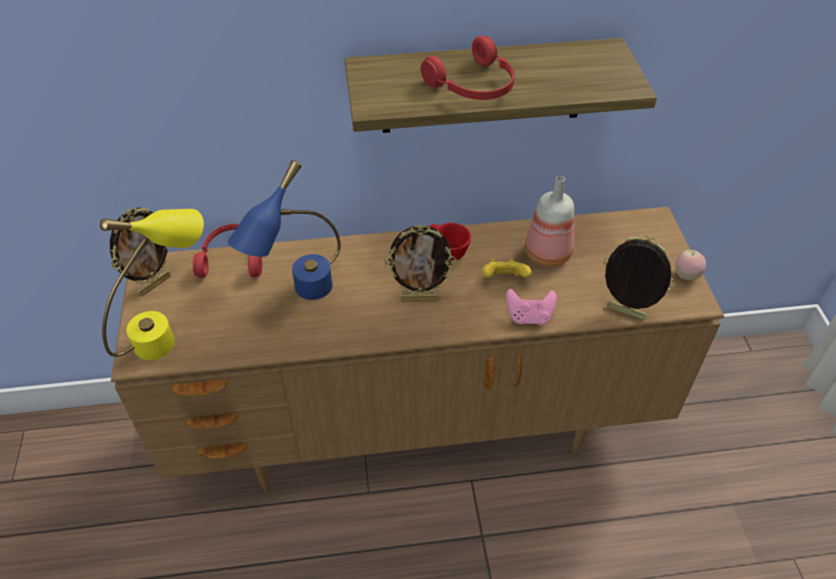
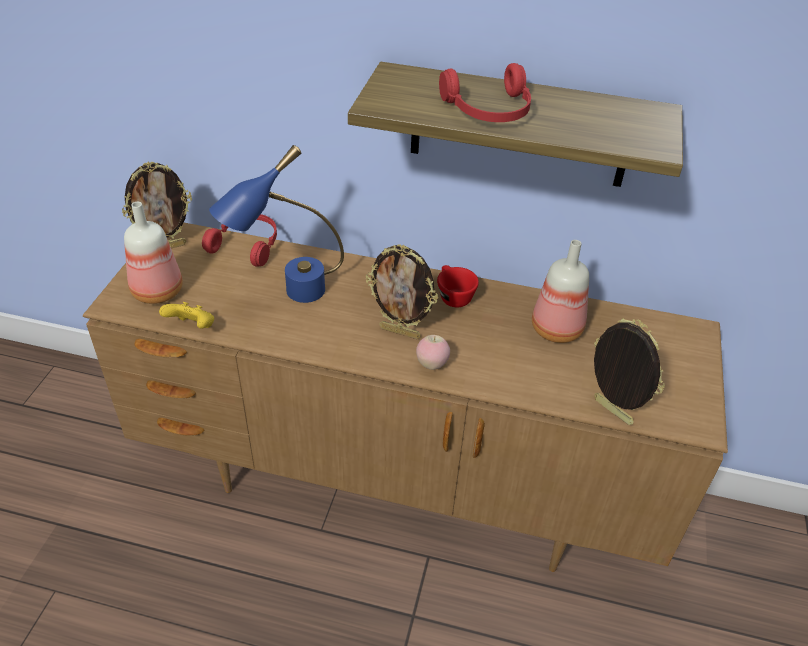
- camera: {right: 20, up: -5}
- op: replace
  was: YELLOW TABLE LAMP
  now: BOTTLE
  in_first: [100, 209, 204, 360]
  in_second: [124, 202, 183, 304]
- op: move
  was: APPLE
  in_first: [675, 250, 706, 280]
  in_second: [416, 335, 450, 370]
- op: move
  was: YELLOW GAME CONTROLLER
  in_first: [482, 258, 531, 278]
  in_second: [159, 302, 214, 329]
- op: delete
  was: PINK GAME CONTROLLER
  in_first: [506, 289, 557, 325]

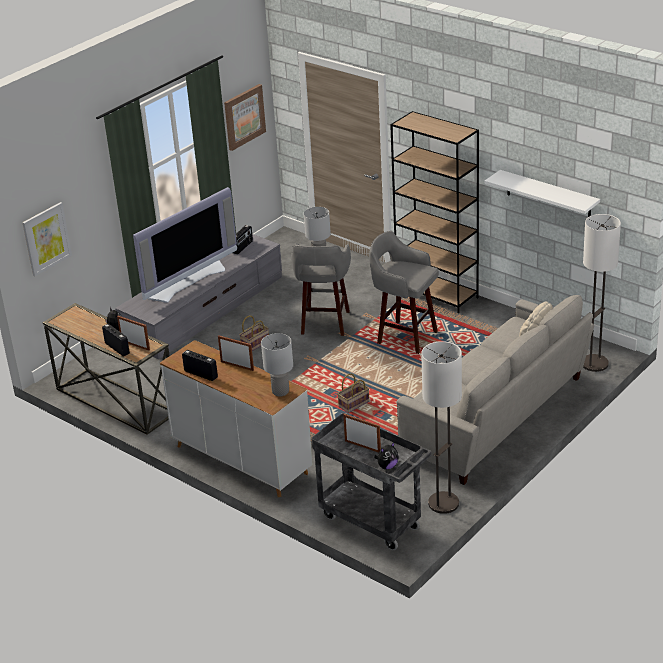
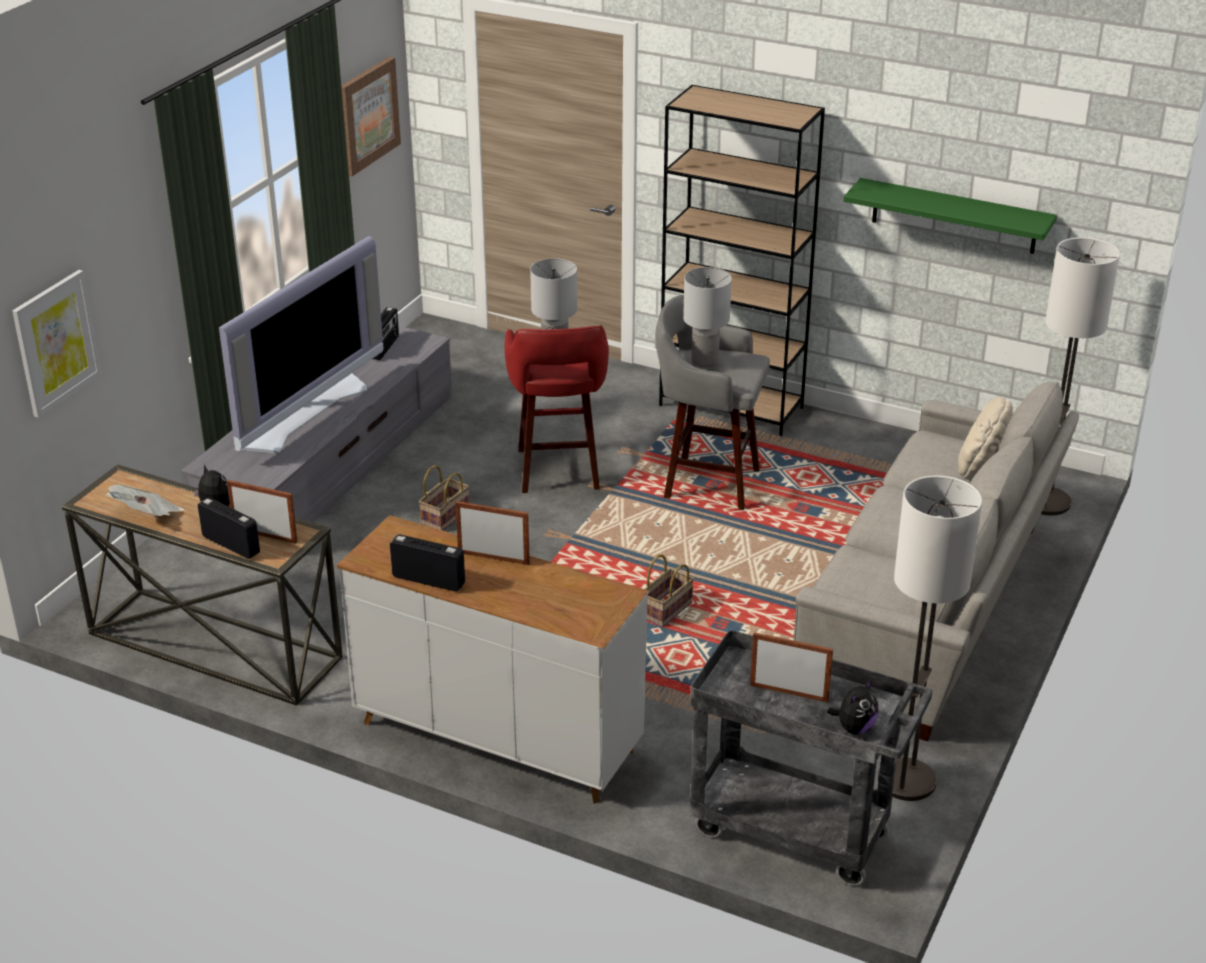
- camera: {right: -15, up: 0}
- op: recolor
  was: WHITE SHELF
  now: GREEN SHELF
  in_first: [484, 170, 600, 217]
  in_second: [843, 178, 1057, 254]
- op: recolor
  was: GREY STOOL
  now: RED STOOL
  in_first: [291, 243, 351, 336]
  in_second: [504, 325, 609, 493]
- op: move
  was: GREY TABLE LAMP
  in_first: [261, 333, 293, 396]
  in_second: [683, 267, 732, 368]
- op: insert
  now: NEWSPAPER
  in_second: [106, 484, 184, 516]

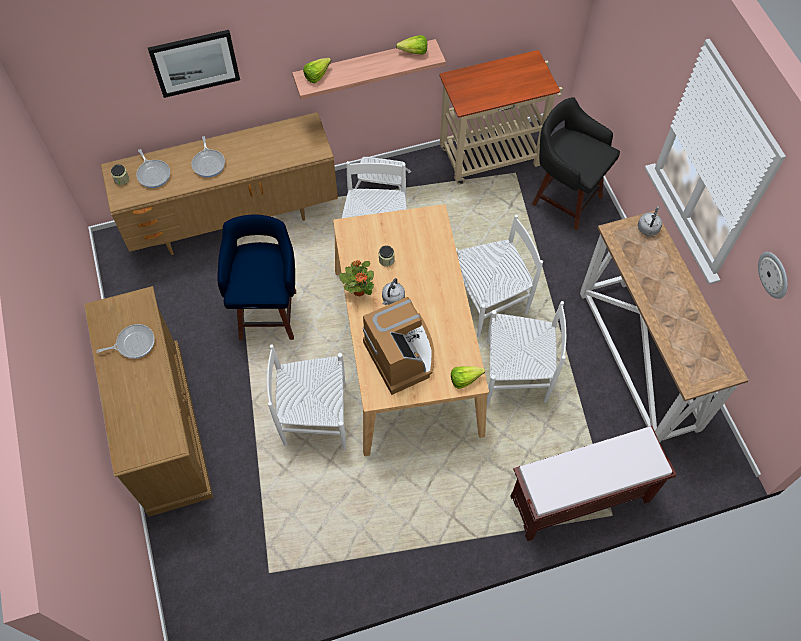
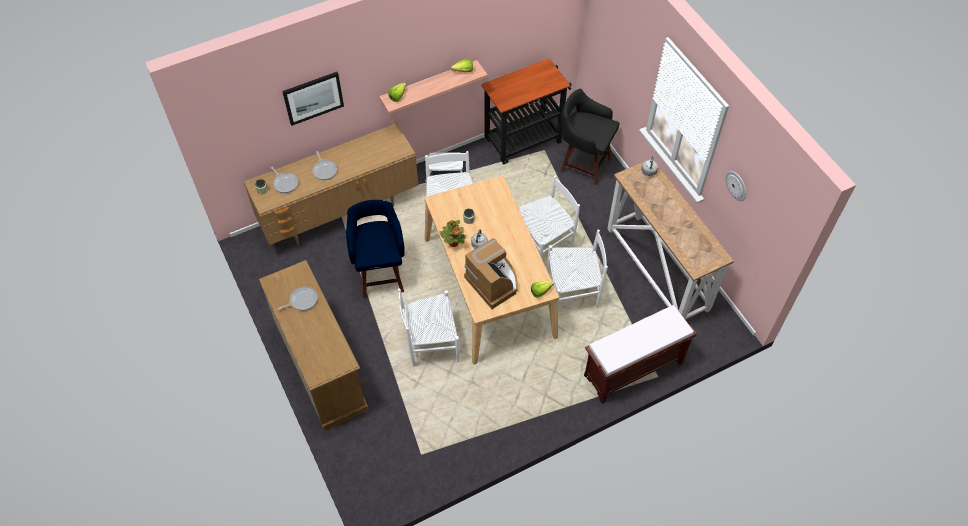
- camera: {right: -10, up: -5}
- op: recolor
  was: BEIGE CART
  now: BLACK CART
  in_first: [439, 50, 563, 185]
  in_second: [481, 59, 572, 164]

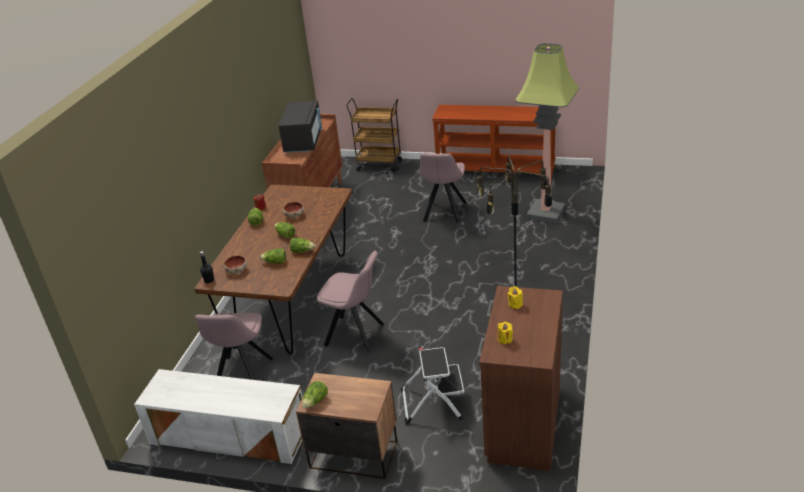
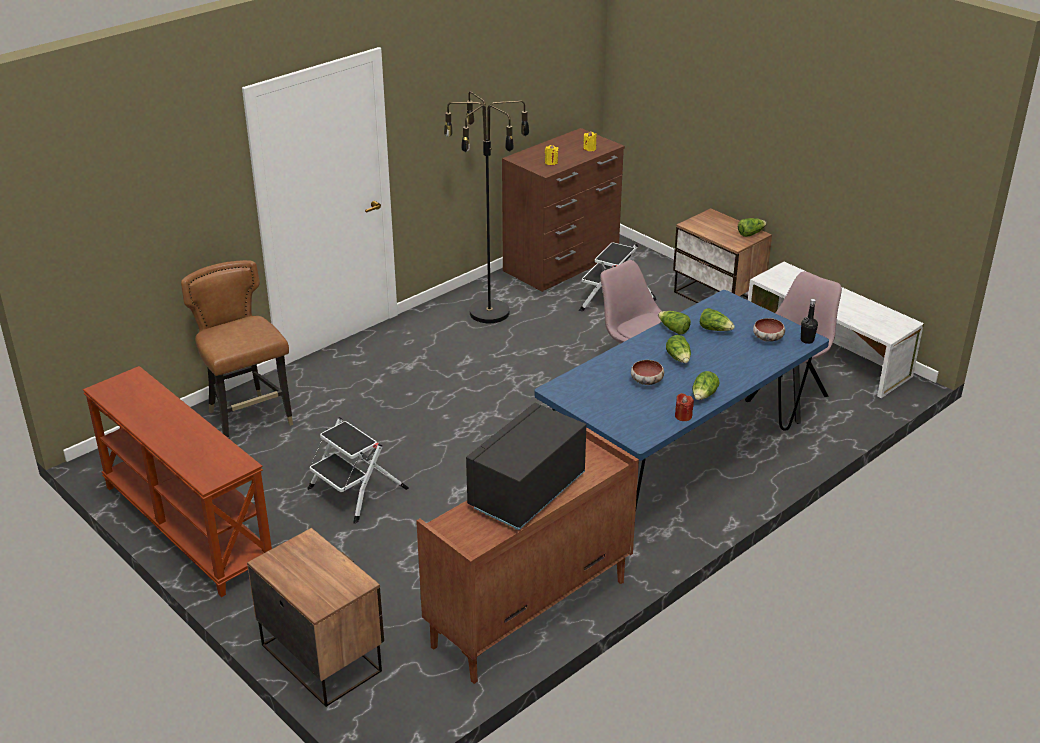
- camera: {right: -150, up: 0}
- op: replace
  was: FLOOR LAMP
  now: BROWN CHAIR
  in_first: [515, 43, 580, 223]
  in_second: [181, 260, 293, 438]
- op: replace
  was: BROWN CART
  now: NIGHTSTAND
  in_first: [347, 98, 402, 173]
  in_second: [247, 528, 384, 707]
- op: replace
  was: PINK CHAIR
  now: STEP LADDER
  in_first: [419, 153, 467, 223]
  in_second: [307, 417, 409, 524]
- op: recolor
  was: BROWN DINING TABLE
  now: BLUE DINING TABLE
  in_first: [194, 185, 352, 355]
  in_second: [535, 290, 829, 508]

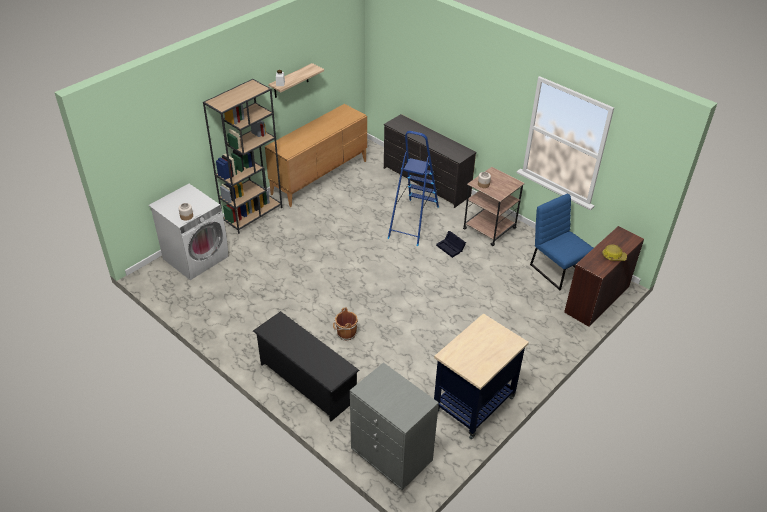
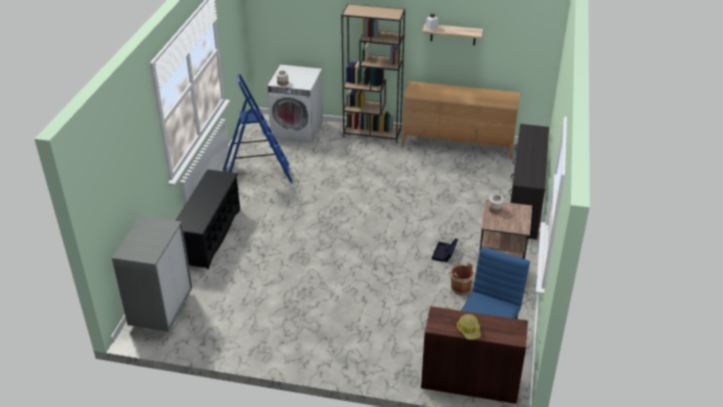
- camera: {right: 60, up: -5}
- op: move
  was: BLUE STEP LADDER
  in_first: [388, 131, 439, 246]
  in_second: [222, 74, 293, 183]
- op: move
  was: BROWN BUCKET
  in_first: [333, 308, 358, 340]
  in_second: [448, 262, 474, 295]
- op: delete
  was: BLUE CART
  in_first: [434, 313, 529, 439]

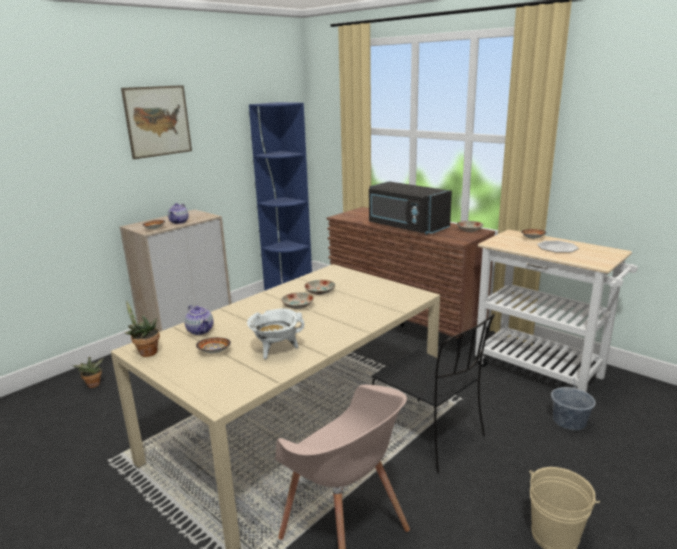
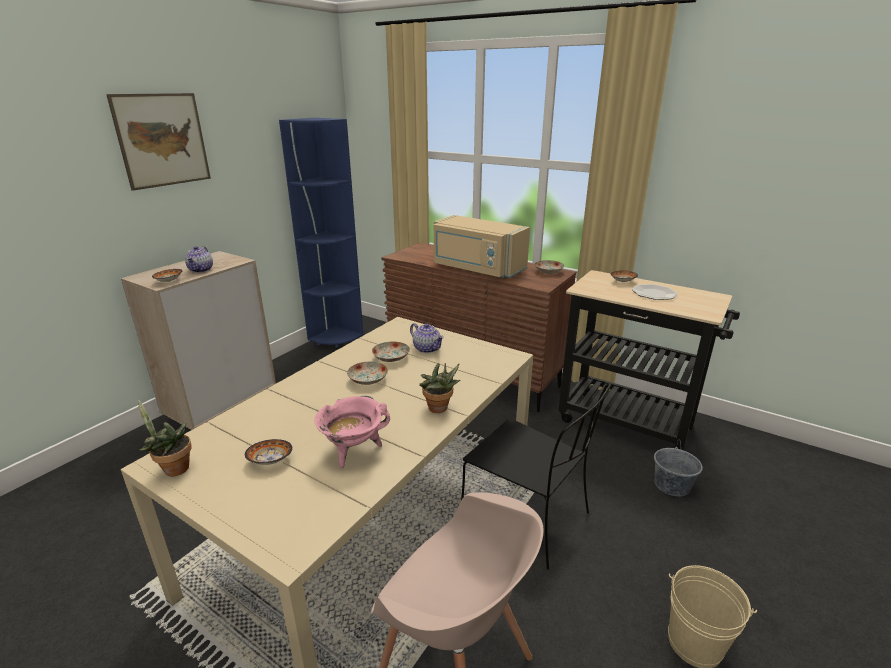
- camera: {right: -10, up: 5}
- op: recolor
  was: BLACK MICROWAVE
  now: BEIGE MICROWAVE
  in_first: [369, 181, 452, 234]
  in_second: [434, 215, 530, 278]
- op: recolor
  was: WHITE CART
  now: BLACK CART
  in_first: [475, 230, 638, 392]
  in_second: [558, 270, 740, 450]
- op: move
  was: TEAPOT
  in_first: [184, 305, 214, 335]
  in_second: [410, 323, 444, 353]
- op: recolor
  was: WHITE COOKING POT
  now: PINK COOKING POT
  in_first: [247, 308, 304, 359]
  in_second: [315, 396, 390, 468]
- op: move
  was: POTTED PLANT
  in_first: [74, 357, 104, 388]
  in_second: [419, 363, 460, 413]

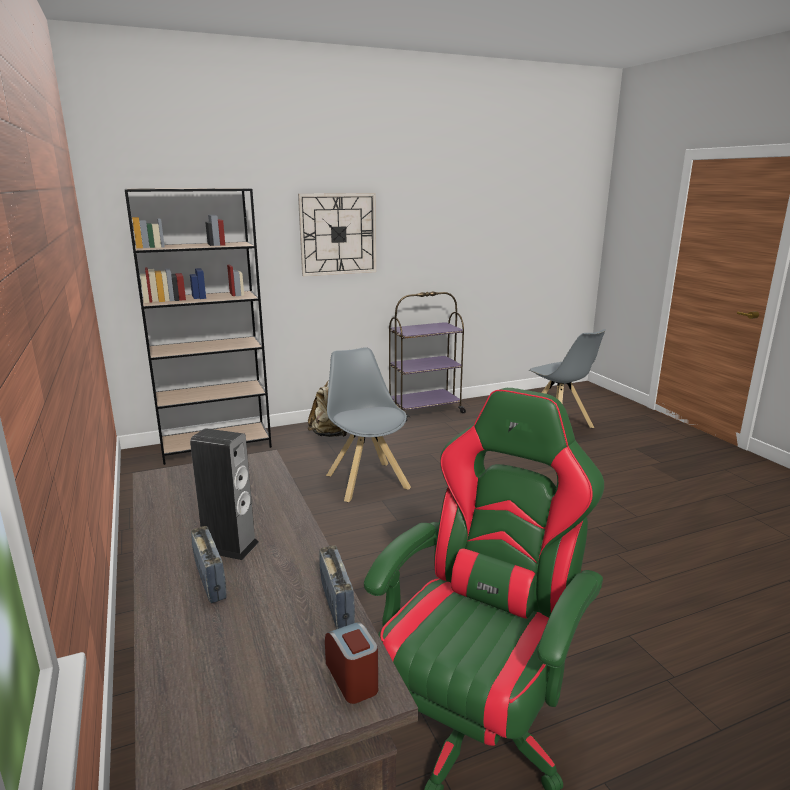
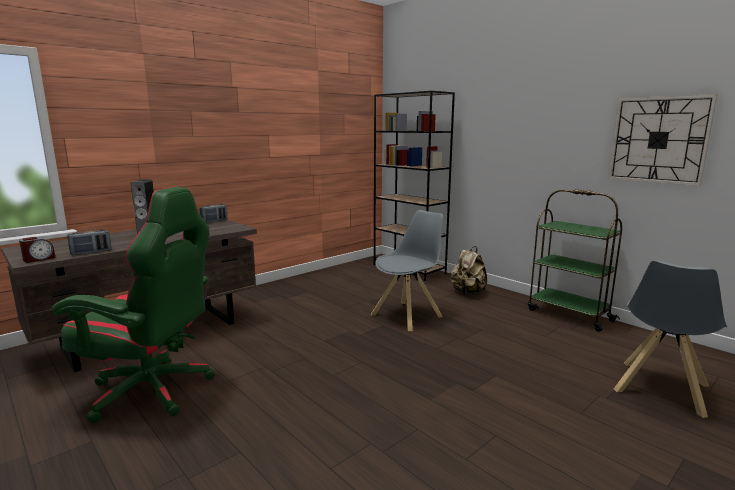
- camera: {right: 70, up: -5}
- op: move
  was: WALL CLOCK
  in_first: [298, 193, 376, 276]
  in_second: [608, 94, 718, 186]
- op: recolor
  was: PURPLE CART
  now: GREEN CART
  in_first: [389, 291, 466, 422]
  in_second: [528, 189, 622, 332]
- op: move
  was: RADIO
  in_first: [191, 526, 227, 603]
  in_second: [200, 203, 227, 223]

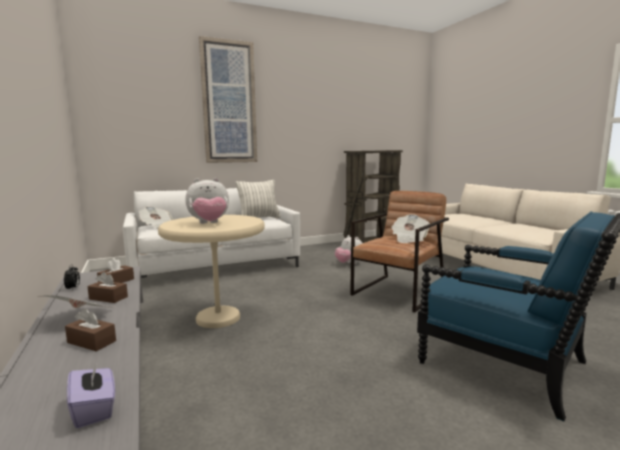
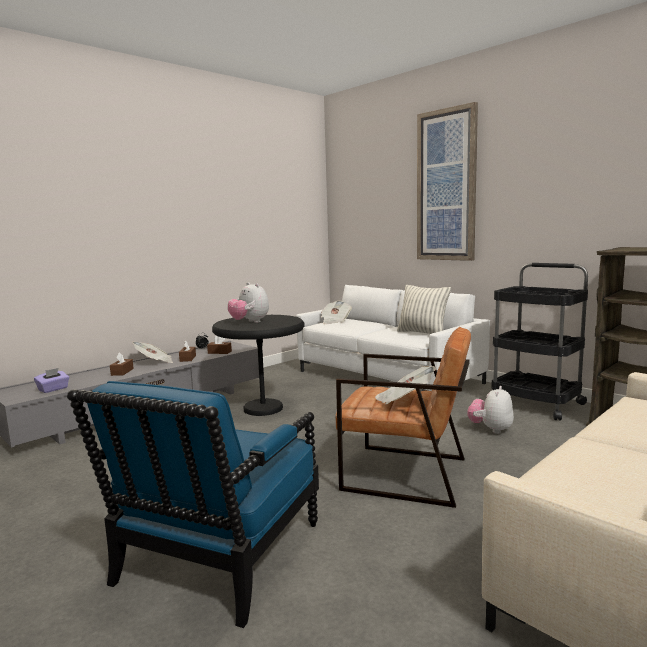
- camera: {right: 70, up: 0}
- op: recolor
  was: BEIGE SIDE TABLE
  now: BLACK SIDE TABLE
  in_first: [158, 215, 265, 328]
  in_second: [212, 315, 305, 416]
- op: insert
  now: BLACK CART
  in_second: [491, 263, 588, 420]

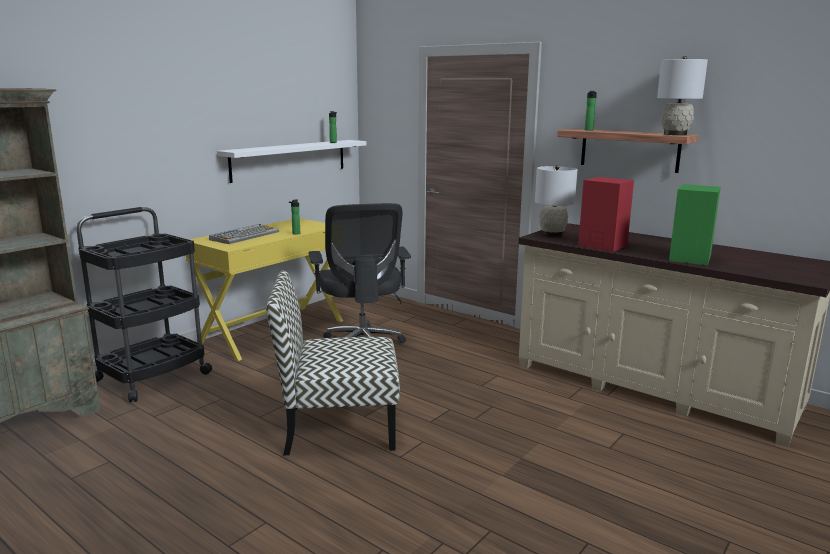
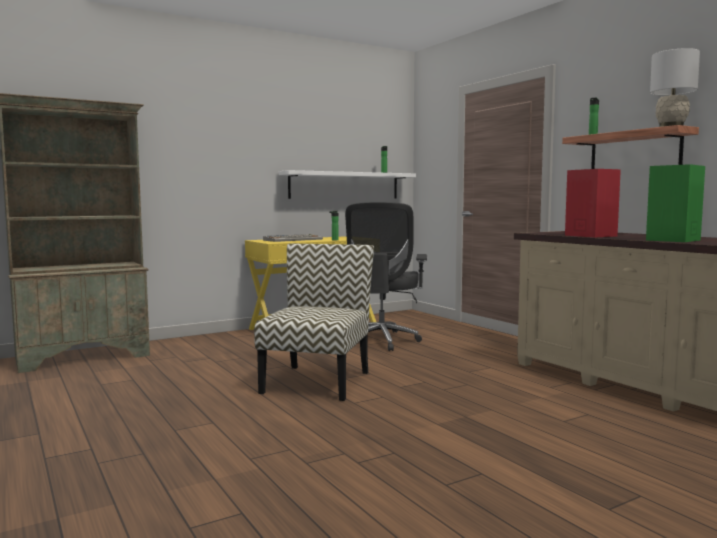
- camera: {right: 20, up: -10}
- op: delete
  was: WHITE TABLE LAMP
  in_first: [535, 165, 578, 237]
- op: delete
  was: BLACK CART
  in_first: [77, 207, 212, 402]
- op: rotate
  was: CHAIR
  in_first: [266, 270, 400, 456]
  in_second: [254, 244, 374, 401]
  clockwise: 90

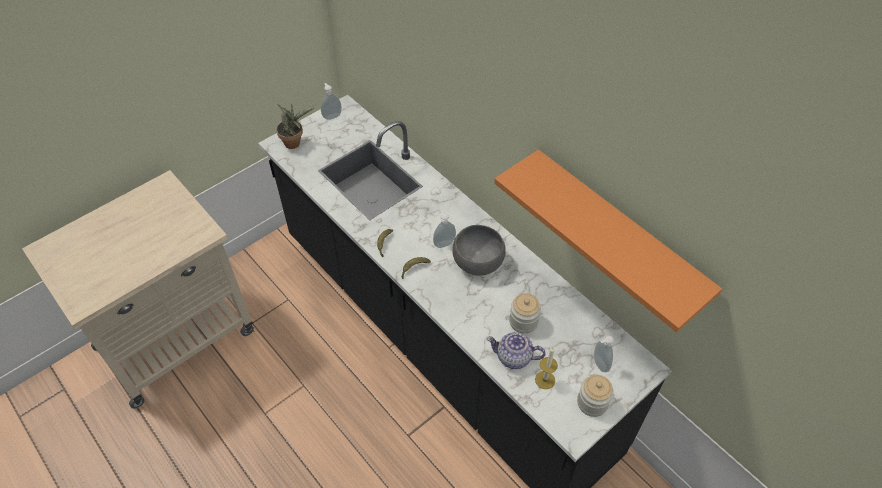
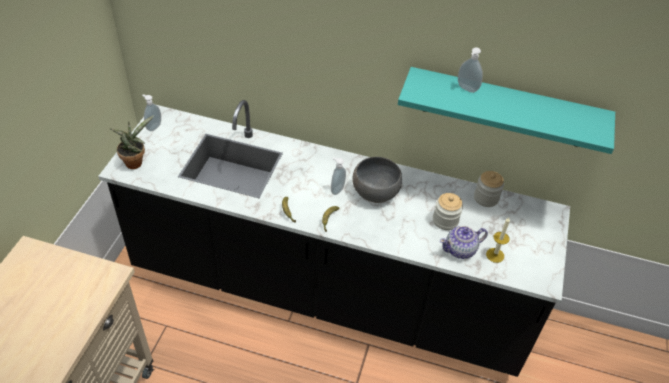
- camera: {right: -35, up: -5}
- op: recolor
  was: ORANGE SHELF
  now: TURQUOISE SHELF
  in_first: [494, 149, 722, 332]
  in_second: [398, 67, 615, 154]
- op: move
  was: SOAP DISPENSER
  in_first: [594, 335, 614, 372]
  in_second: [458, 47, 483, 93]
- op: move
  was: JAR
  in_first: [577, 375, 614, 417]
  in_second: [474, 171, 504, 207]

